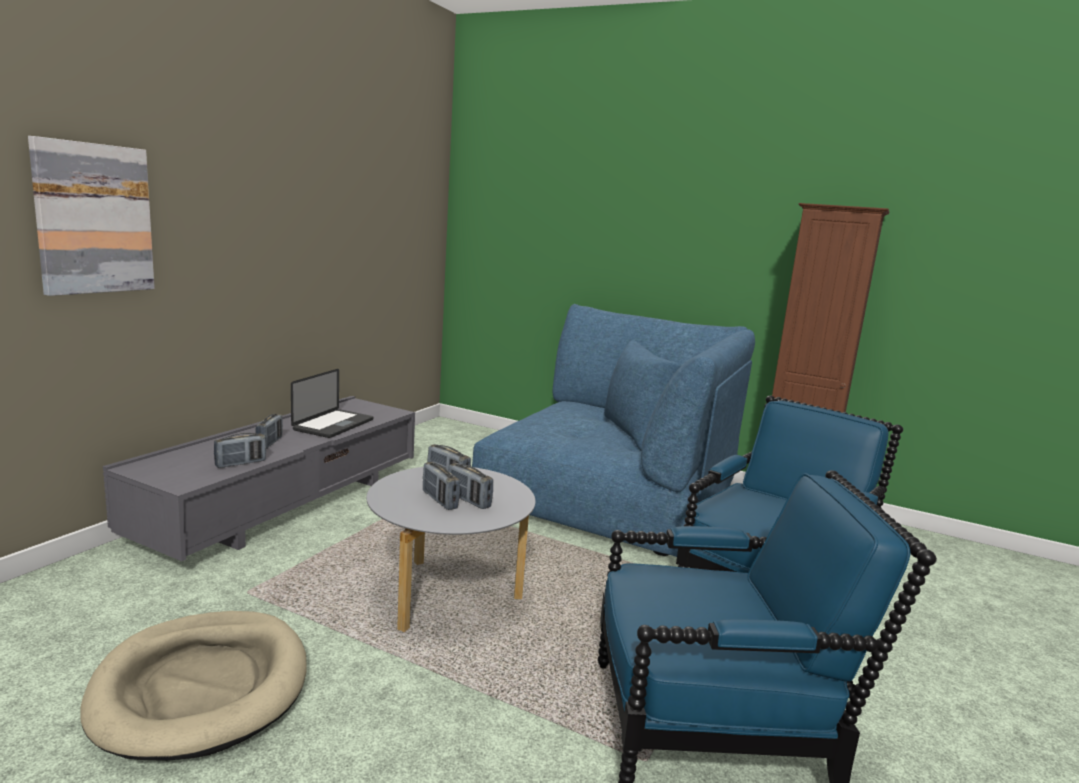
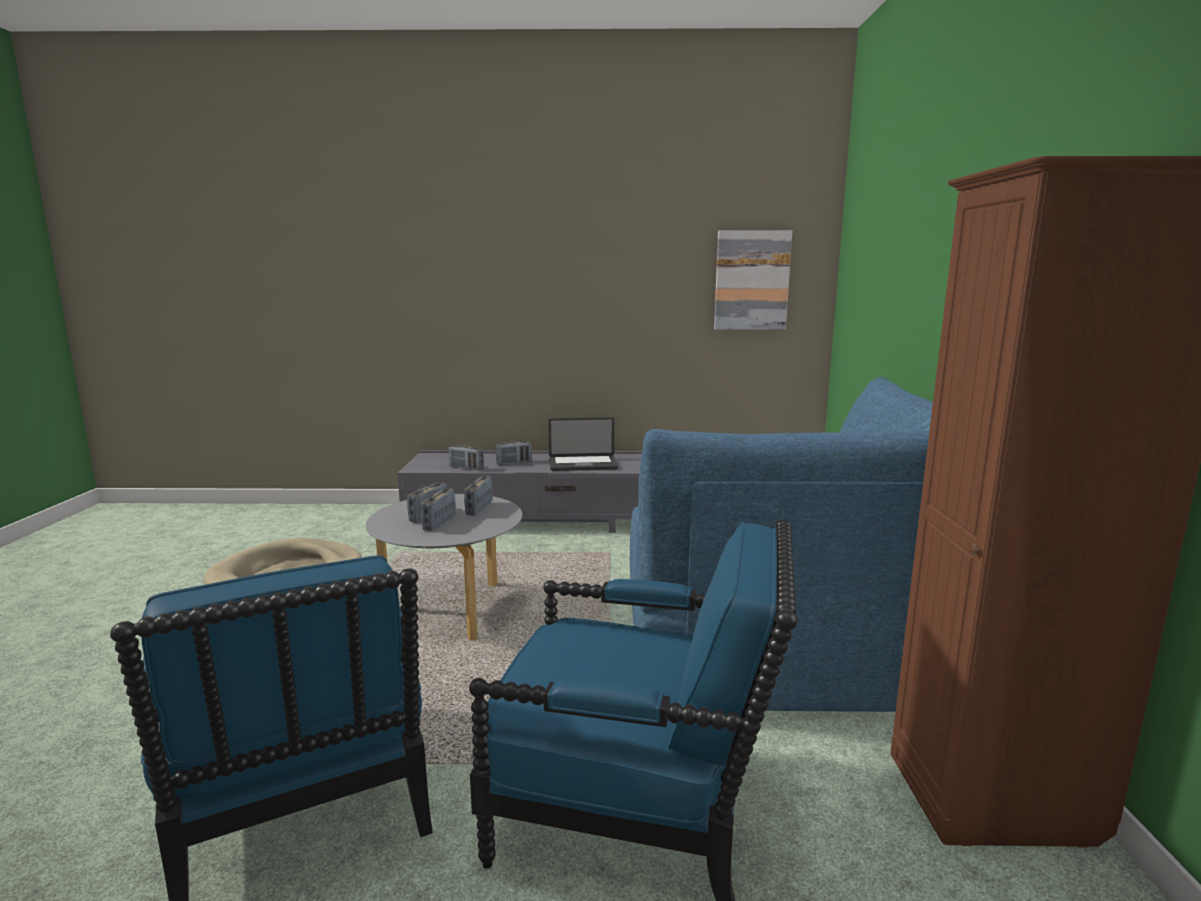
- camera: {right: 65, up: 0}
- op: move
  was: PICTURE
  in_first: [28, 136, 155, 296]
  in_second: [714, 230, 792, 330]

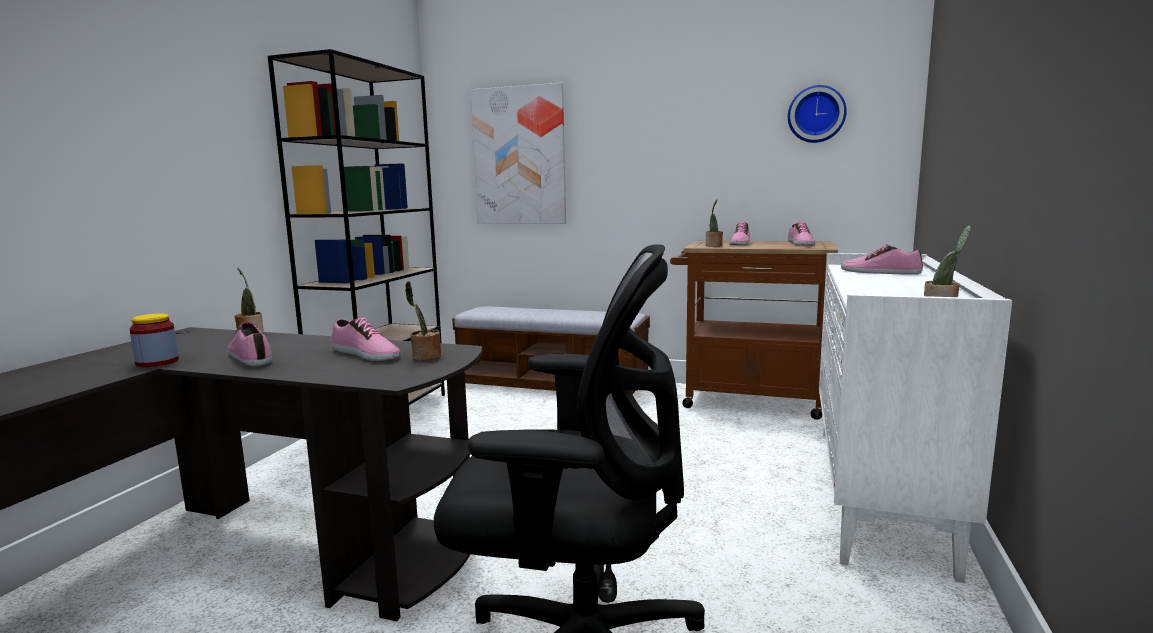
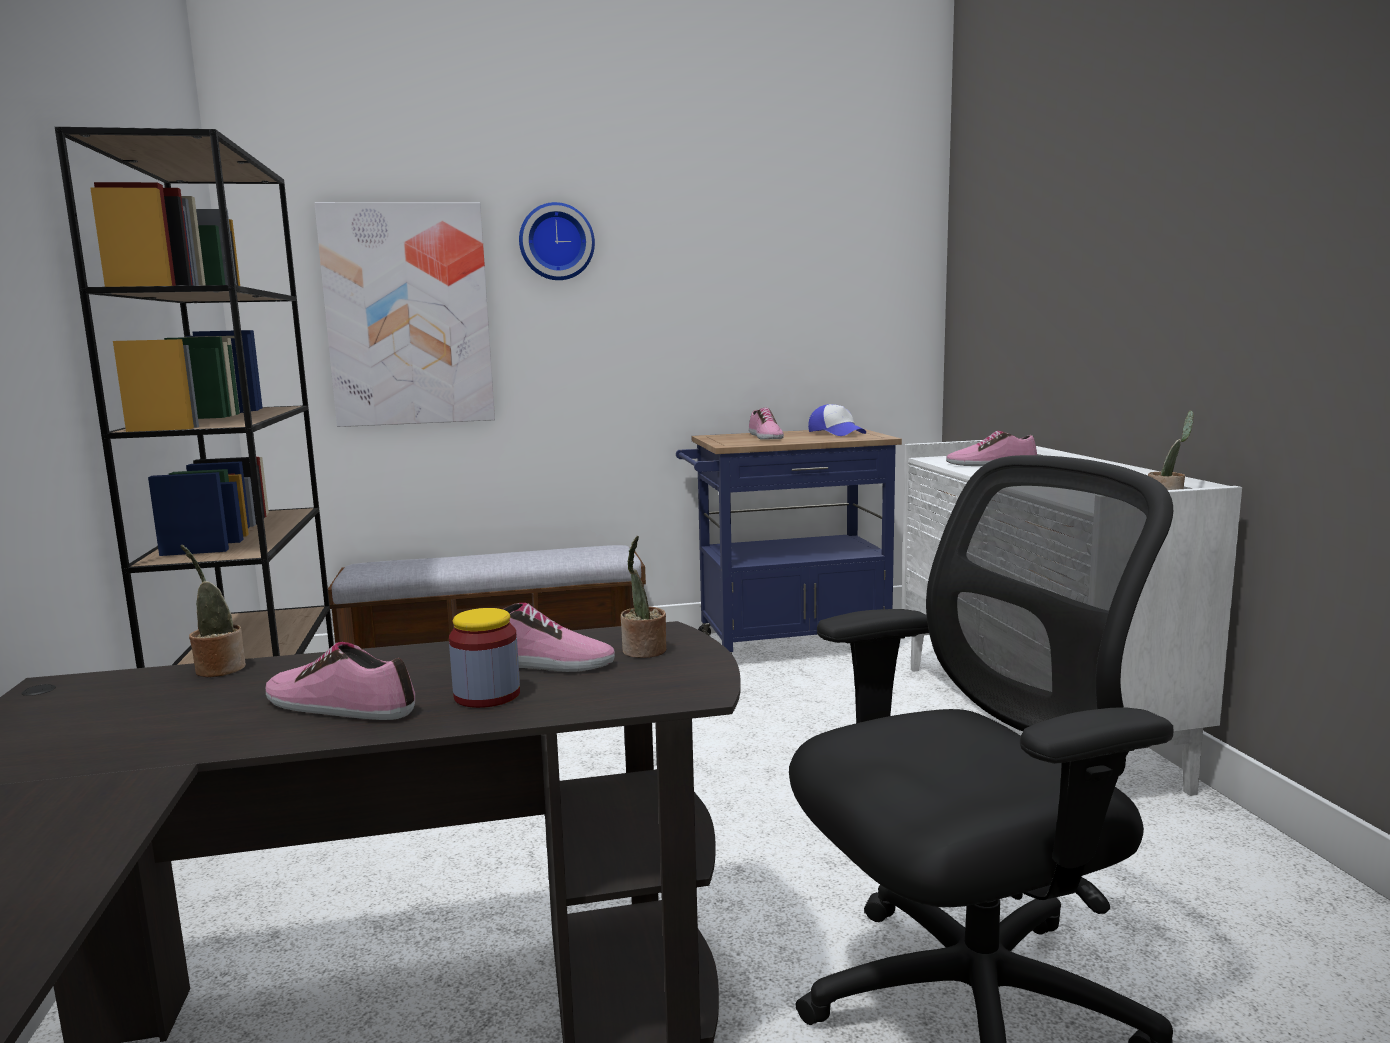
- camera: {right: -30, up: 0}
- op: move
  was: WALL CLOCK
  in_first: [788, 85, 847, 143]
  in_second: [519, 202, 595, 280]
- op: delete
  was: POTTED PLANT
  in_first: [705, 200, 723, 247]
- op: replace
  was: SHOE
  now: CAP
  in_first: [788, 222, 815, 246]
  in_second: [808, 404, 866, 436]
- op: recolor
  was: BROWN CART
  now: BLUE CART
  in_first: [670, 241, 838, 420]
  in_second: [676, 429, 902, 654]
- op: move
  was: JAR
  in_first: [130, 313, 179, 367]
  in_second: [449, 608, 520, 708]

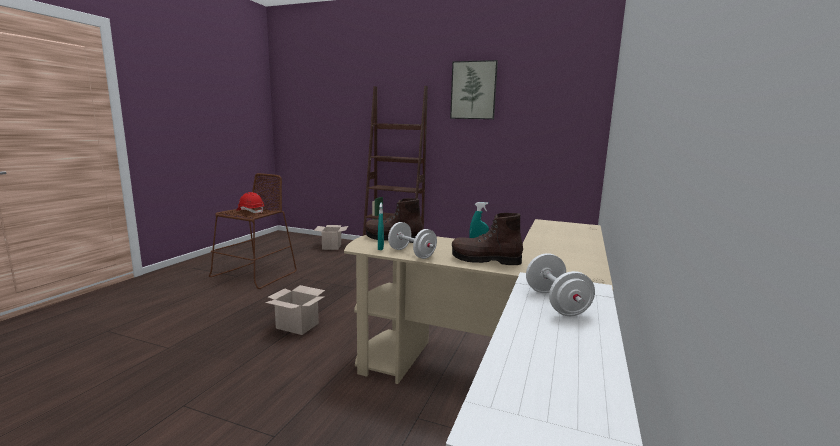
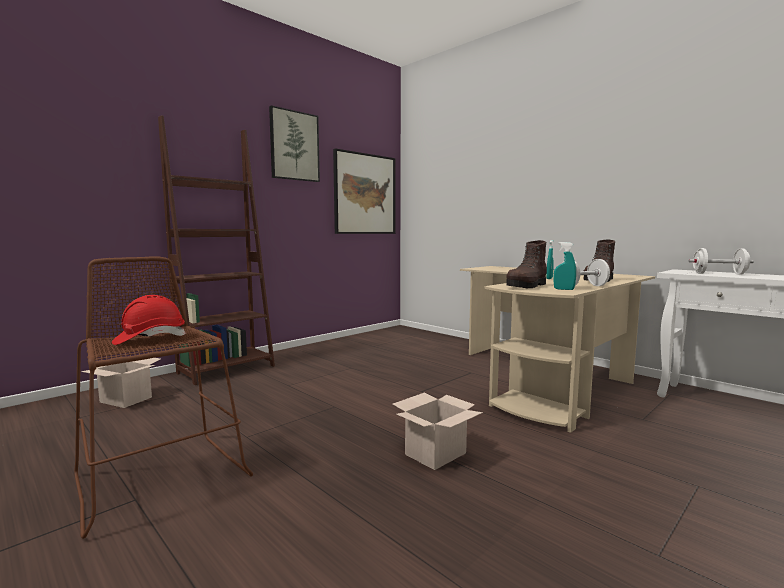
- camera: {right: -65, up: -5}
- op: insert
  now: PICTURE
  in_second: [333, 148, 395, 234]

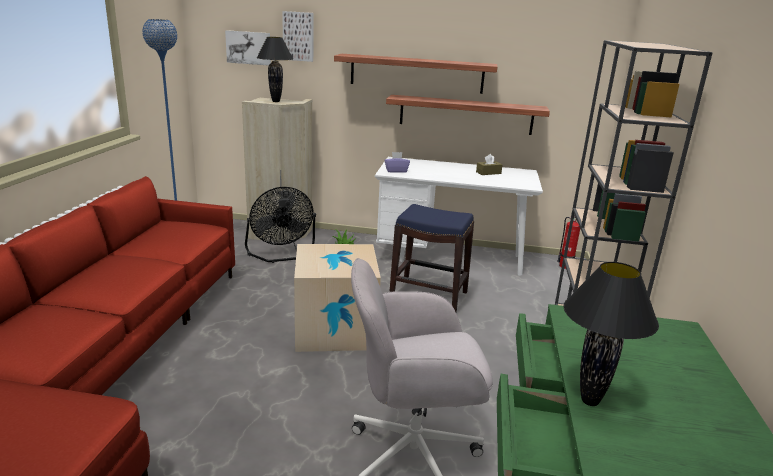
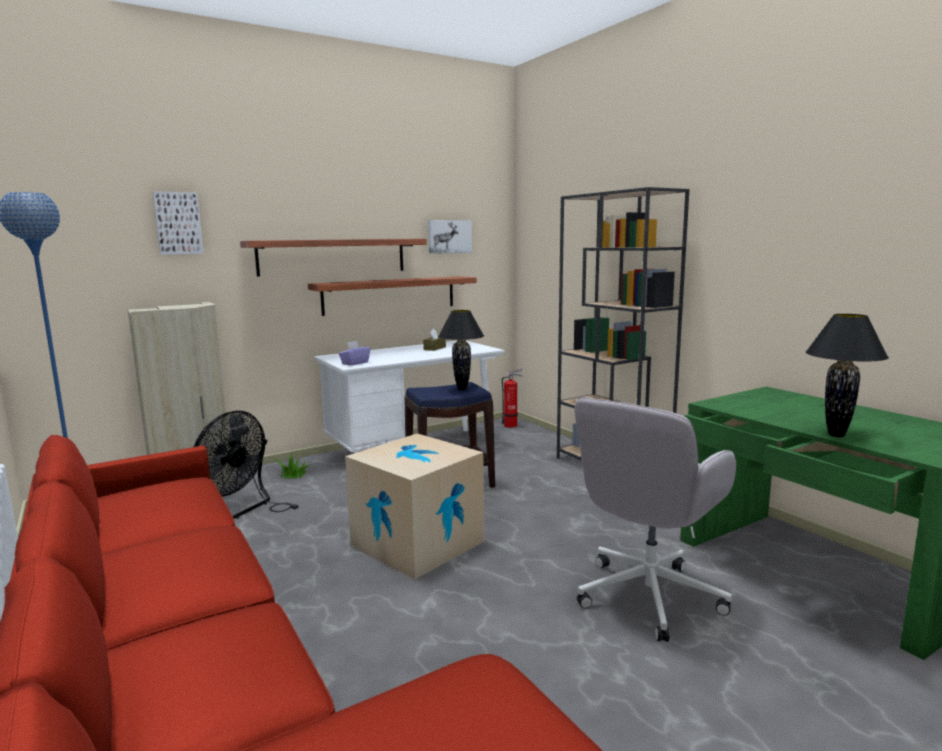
- camera: {right: -40, up: -10}
- op: move
  was: PICTURE
  in_first: [225, 30, 271, 65]
  in_second: [428, 220, 472, 254]
- op: move
  was: BLACK TABLE LAMP
  in_first: [257, 37, 293, 102]
  in_second: [438, 310, 484, 390]

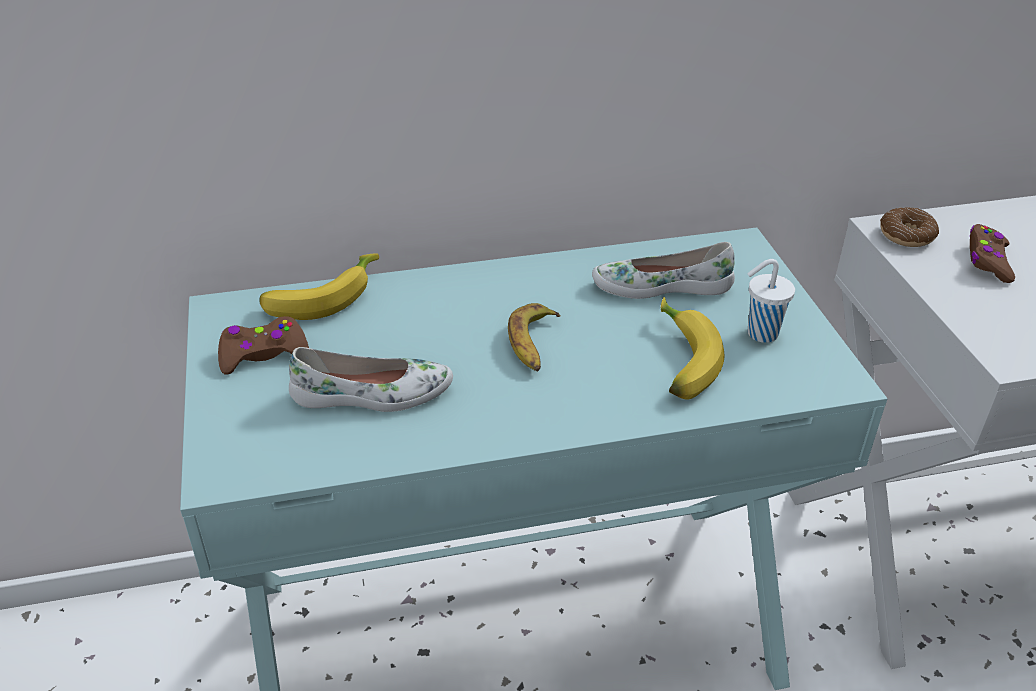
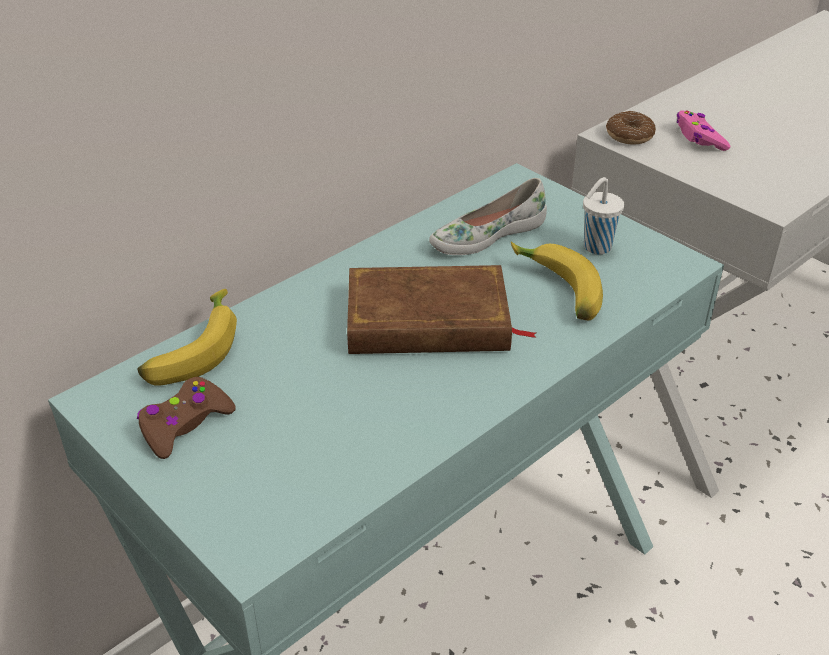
- camera: {right: -30, up: 0}
- op: recolor
  was: BROWN GAME CONTROLLER
  now: PINK GAME CONTROLLER
  in_first: [970, 224, 1015, 283]
  in_second: [676, 110, 731, 151]
- op: replace
  was: BANANA
  now: BROWN BOOK
  in_first: [508, 303, 561, 372]
  in_second: [347, 265, 537, 354]
- op: delete
  was: WHITE SHOE
  in_first: [289, 347, 453, 412]

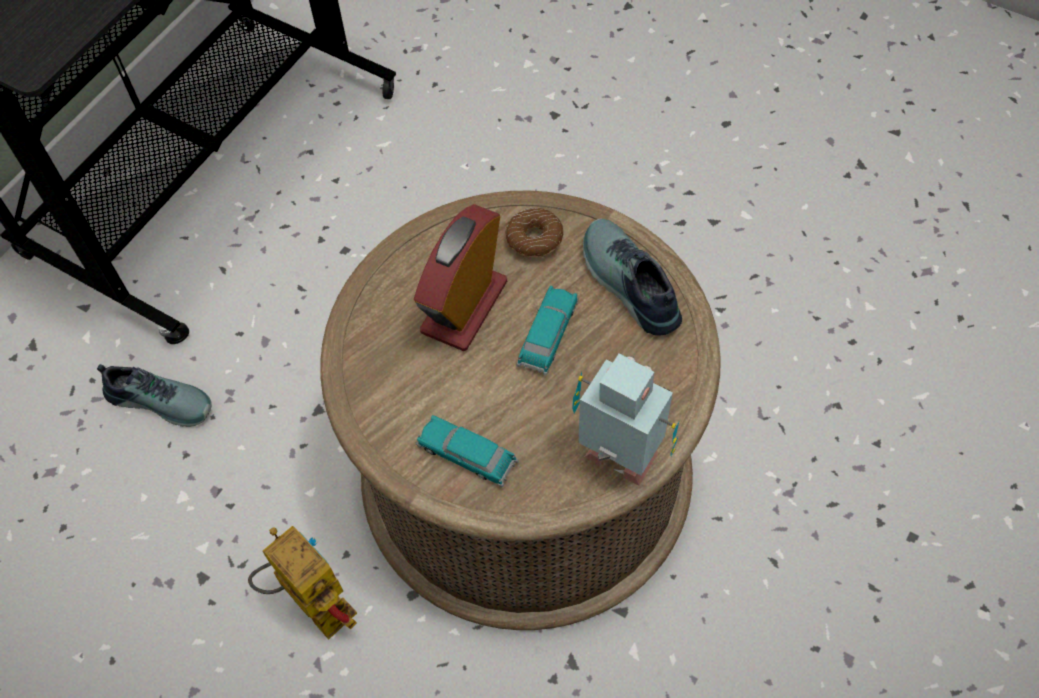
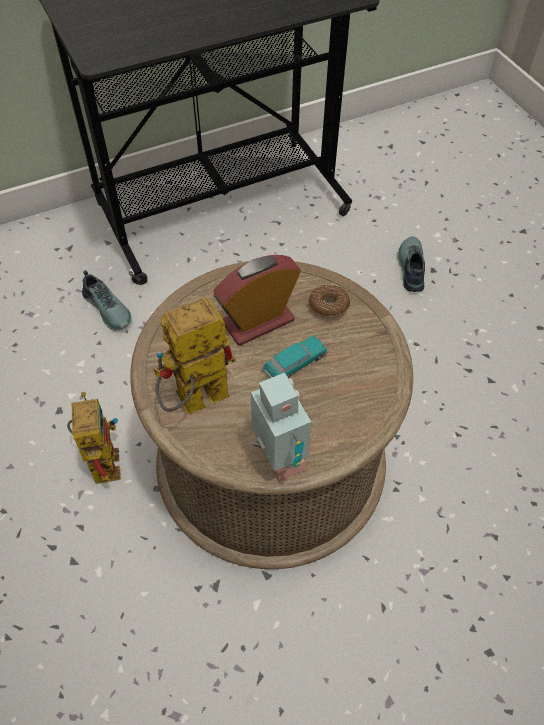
- camera: {right: 30, up: -5}
- op: move
  was: SHOE
  in_first: [583, 219, 682, 336]
  in_second: [397, 236, 425, 292]
- op: replace
  was: TOY CAR
  now: TOY ROBOT
  in_first: [416, 415, 519, 487]
  in_second: [153, 297, 236, 414]

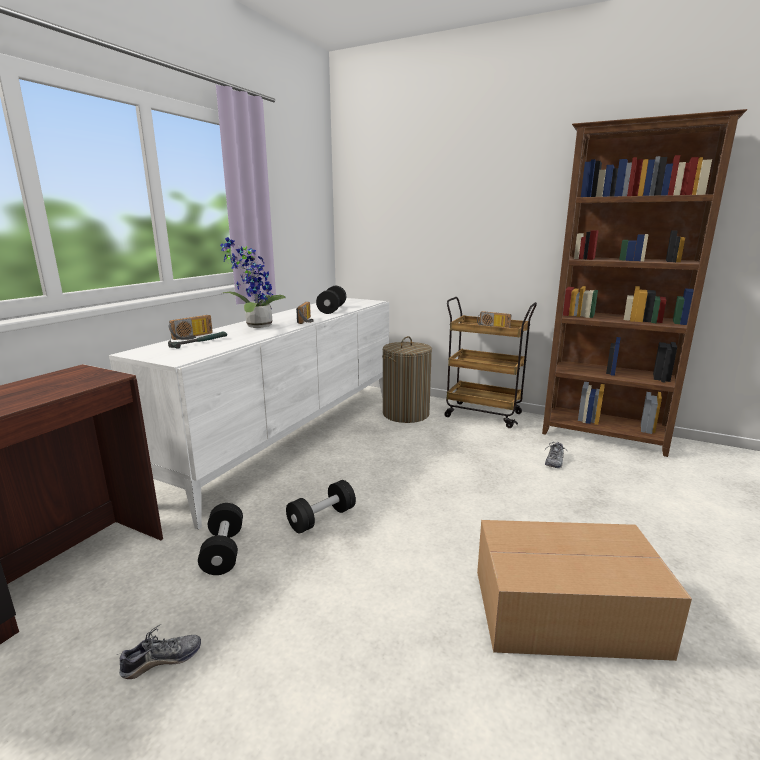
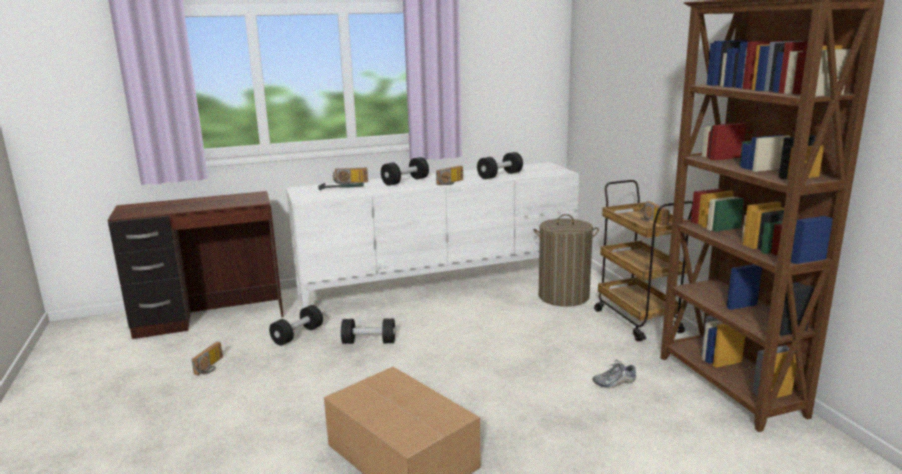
- camera: {right: 45, up: 0}
- op: replace
  was: POTTED PLANT
  now: BLACK DUMBBELL
  in_first: [220, 237, 286, 328]
  in_second: [381, 157, 429, 186]
- op: replace
  was: SHOE
  now: RADIO
  in_first: [117, 624, 201, 679]
  in_second: [192, 342, 223, 375]

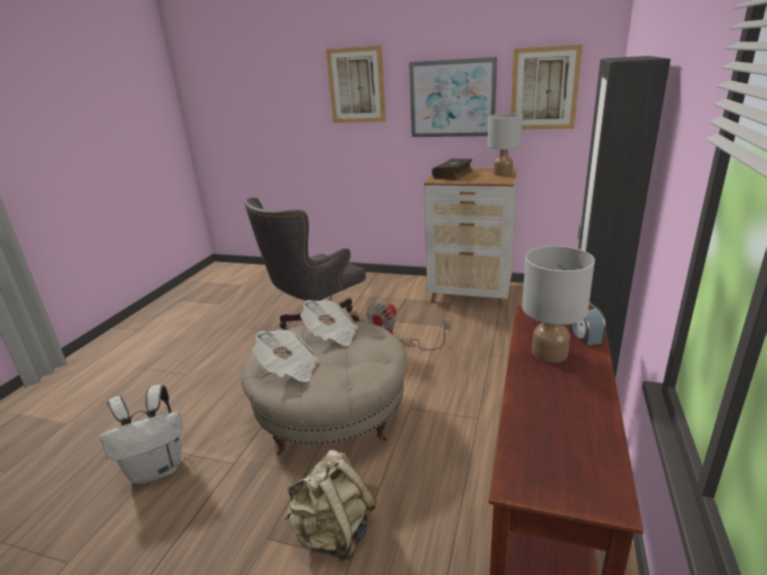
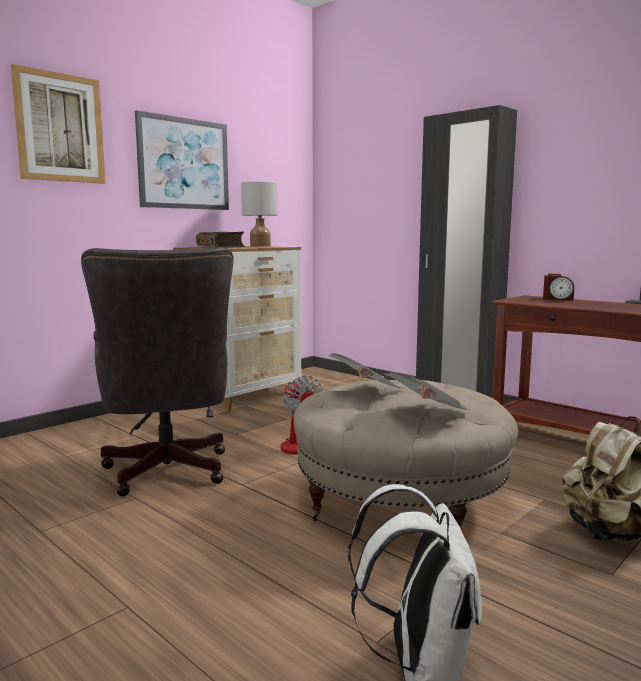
- camera: {right: -65, up: -15}
- op: delete
  was: PICTURE
  in_first: [511, 44, 583, 130]
- op: delete
  was: GREY TABLE LAMP
  in_first: [522, 246, 595, 363]

